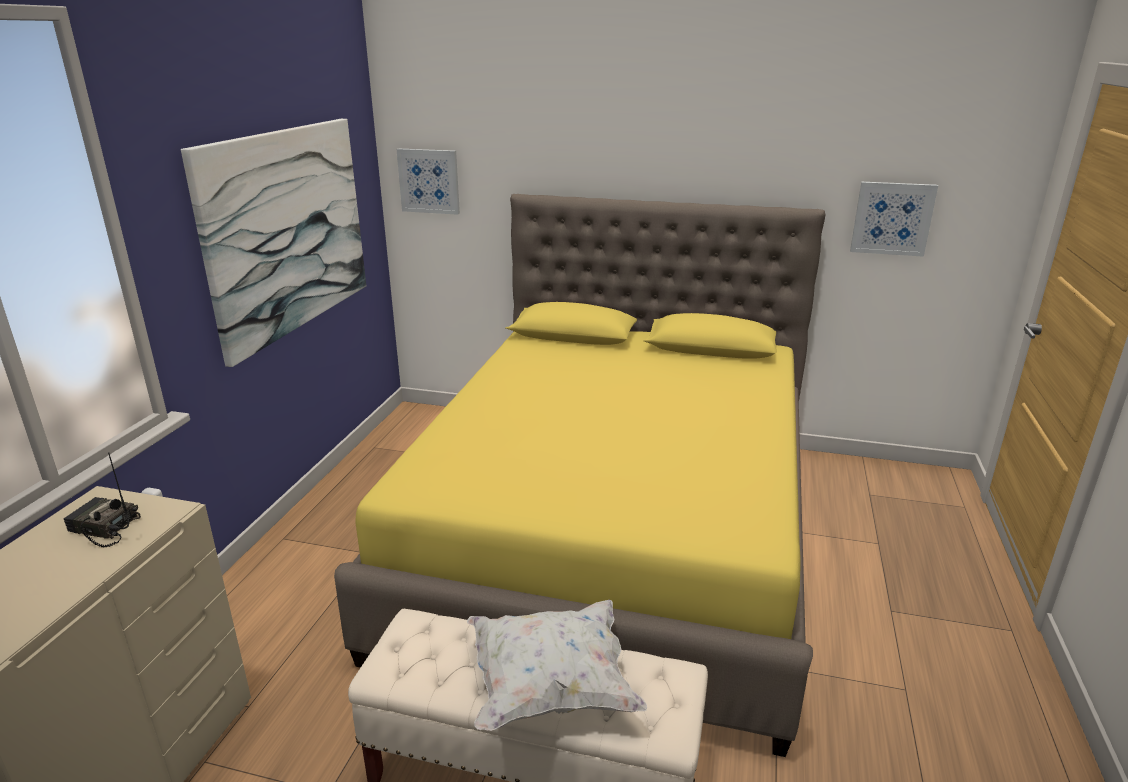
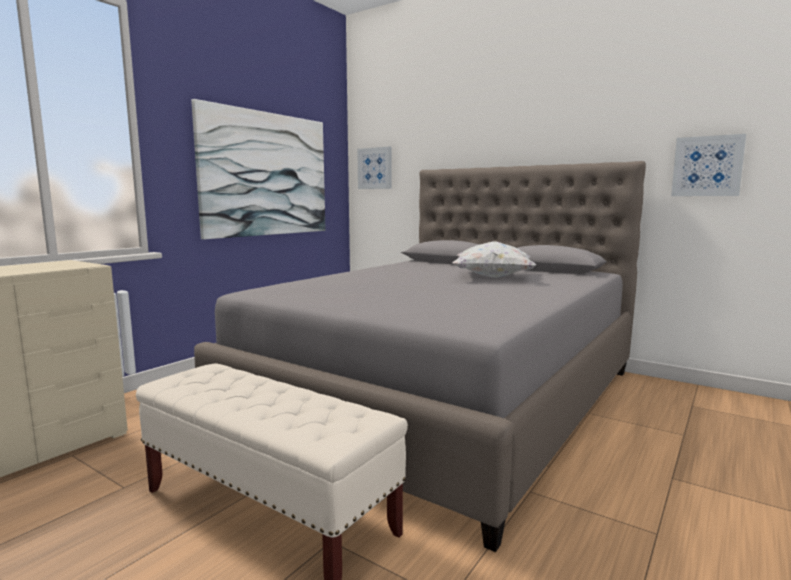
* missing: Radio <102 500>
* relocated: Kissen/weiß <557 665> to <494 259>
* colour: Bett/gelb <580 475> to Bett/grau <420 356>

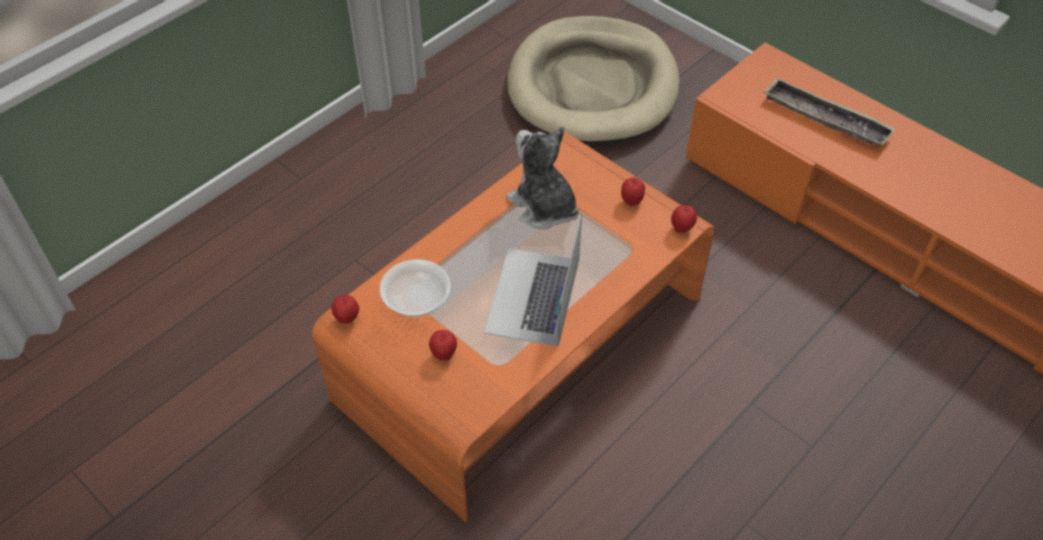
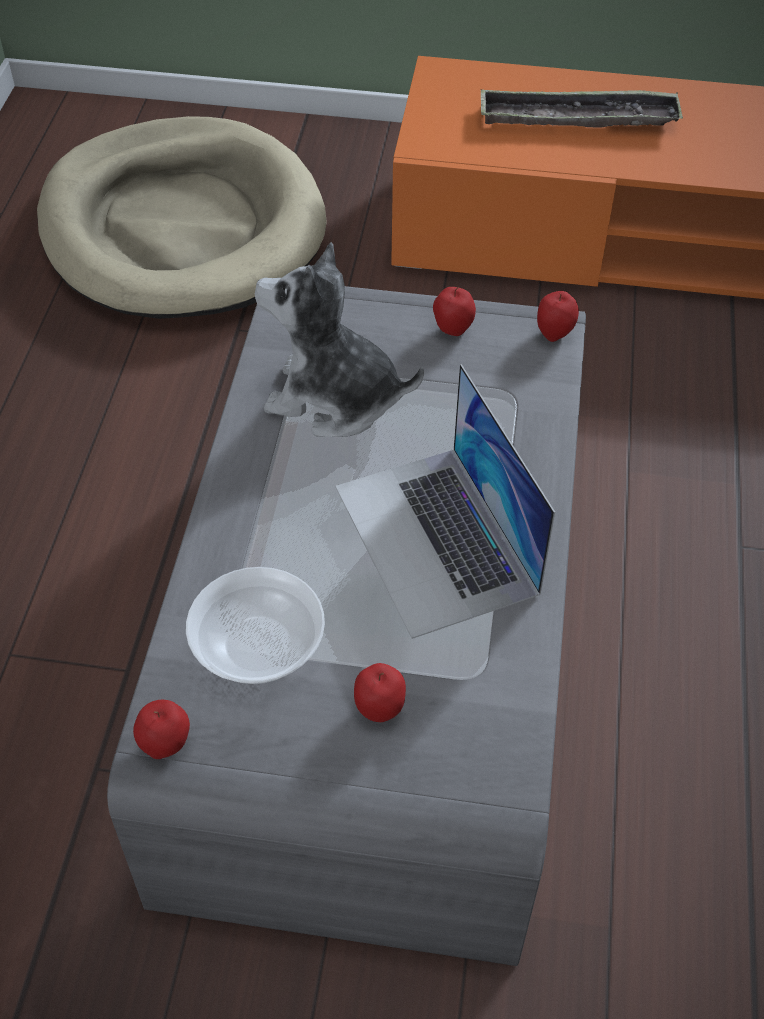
* colour: Couchtisch/orange <513 327> to Couchtisch/grau <346 626>

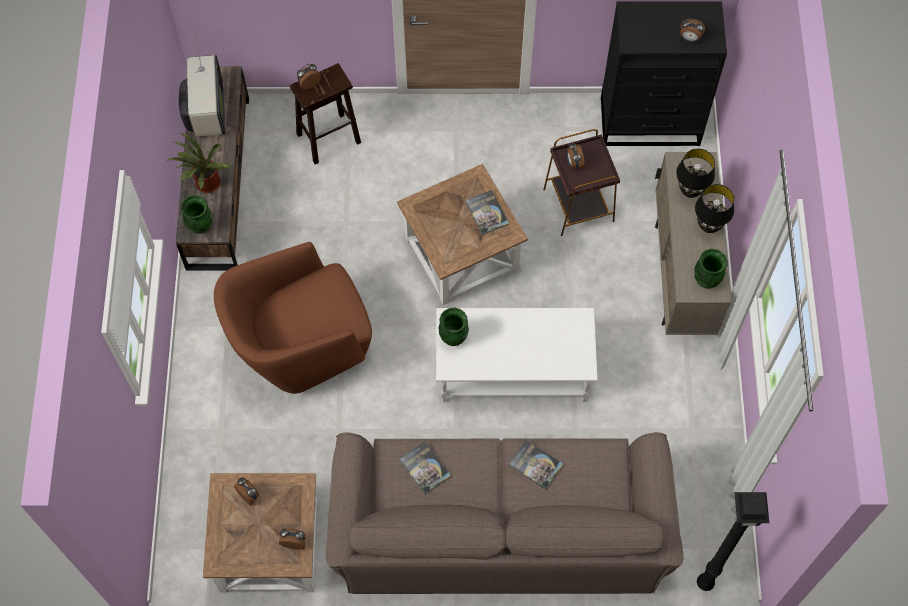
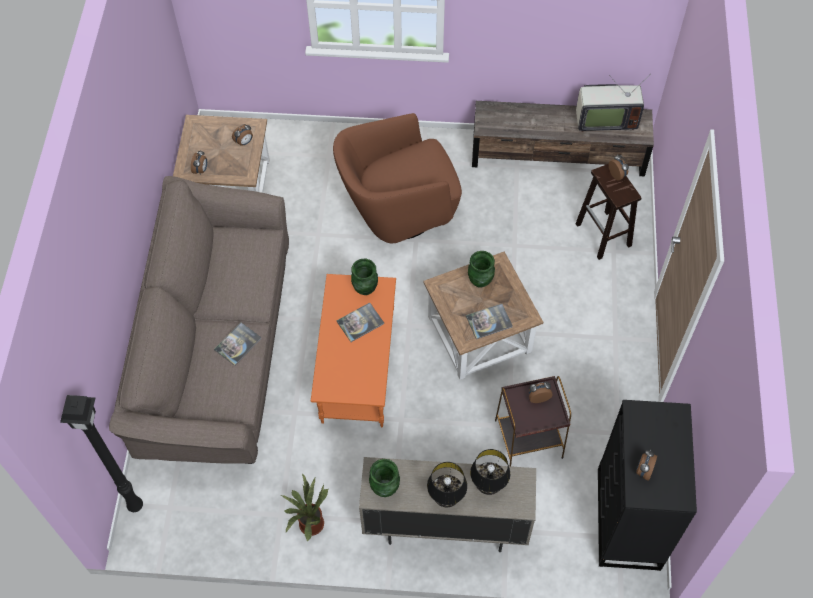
* relocated: Topfpflanze <199 163> to <304 507>
* relocated: Vase/grün <196 214> to <481 269>
* relocated: Buch <425 467> to <360 322>
* colour: Couchtisch/weiß <517 355> to Couchtisch/orange <353 350>
* spun: Sessel/braun <293 318> = <397 178> 90 degrees counterclockwise

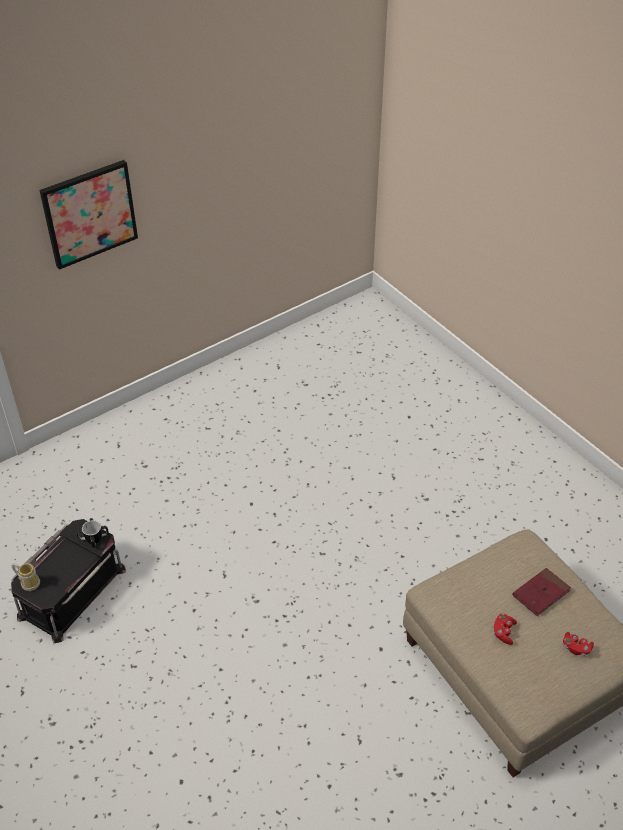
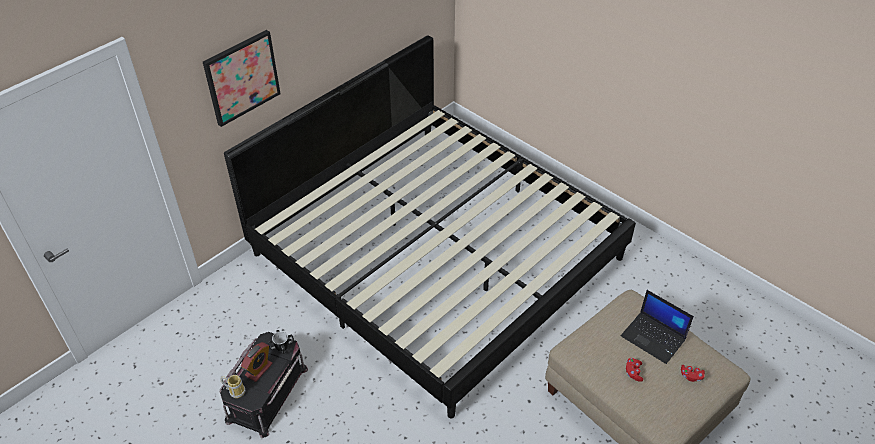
* appeared: Bett <430 226>
* appeared: Wecker <256 362>
* exchanged: Buch/rot <541 592> to Laptop <657 327>

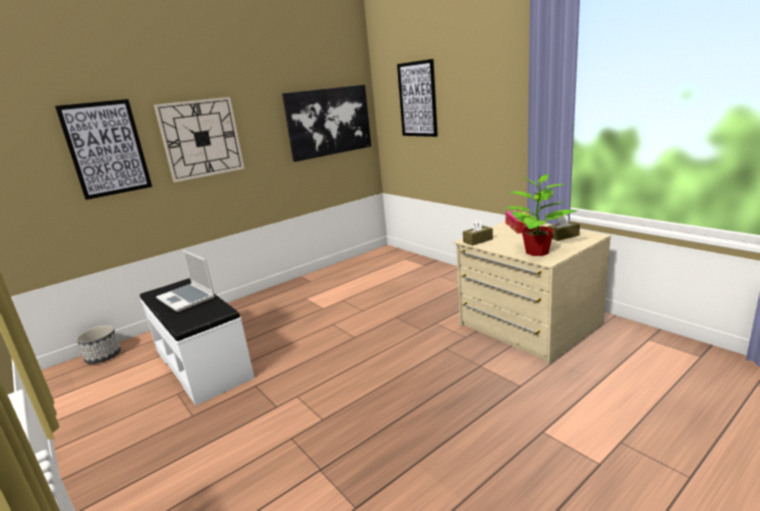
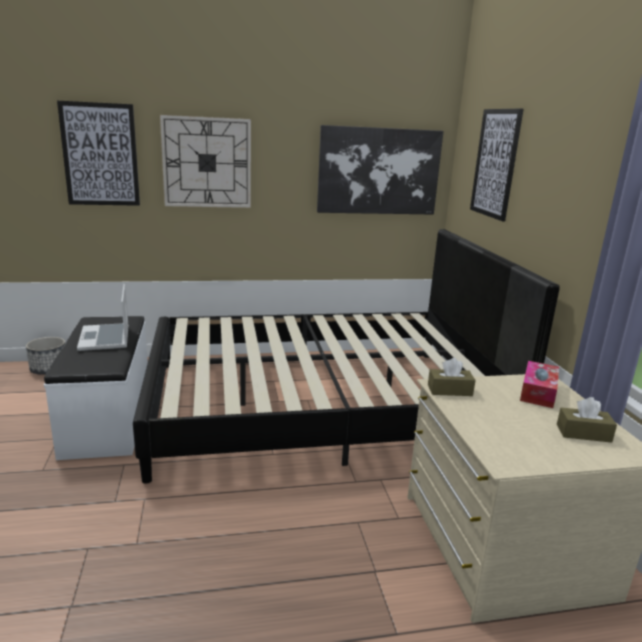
* missing: Topfpflanze <541 215>
* appeared: Bett/schwarz <346 356>

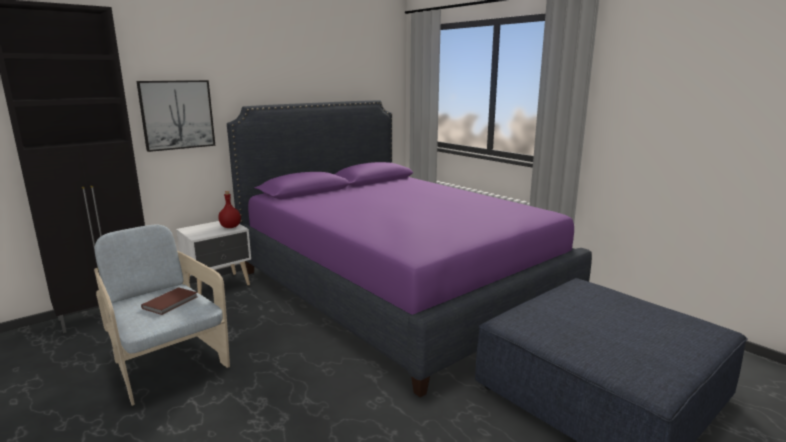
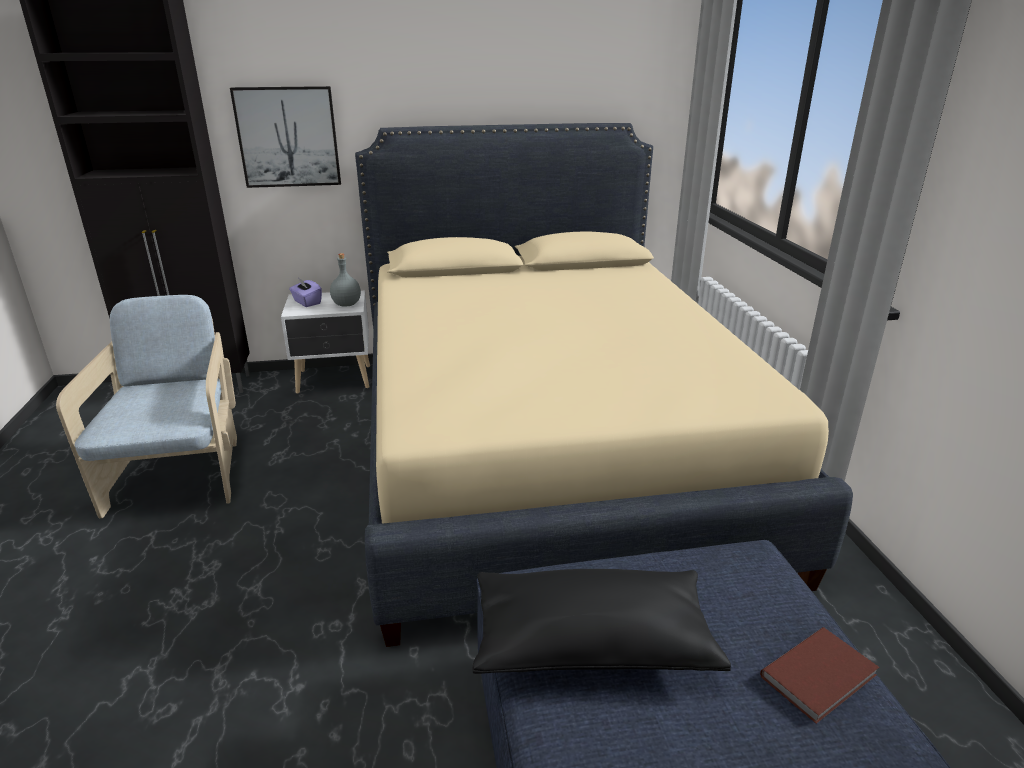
* appeared: Taschentuchbox/lila <305 292>
* appeared: Kissen/schwarz <601 621>
* relocated: Buch/braun <169 301> to <819 675>
* colour: Flasche/rot <229 209> to Flasche/grau <345 279>
* colour: Bett/lila <409 248> to Bett/beige <604 385>

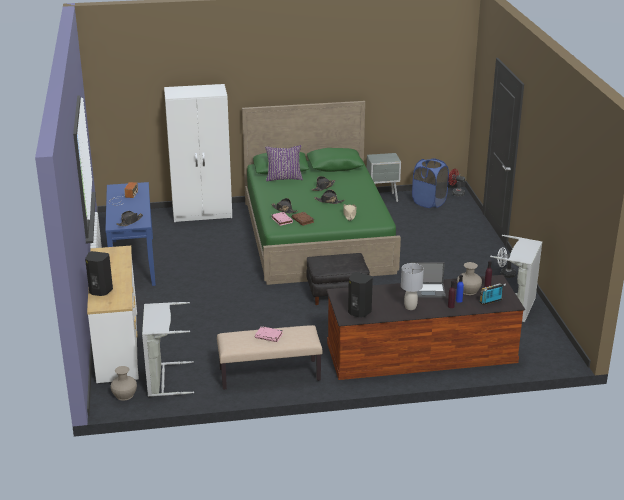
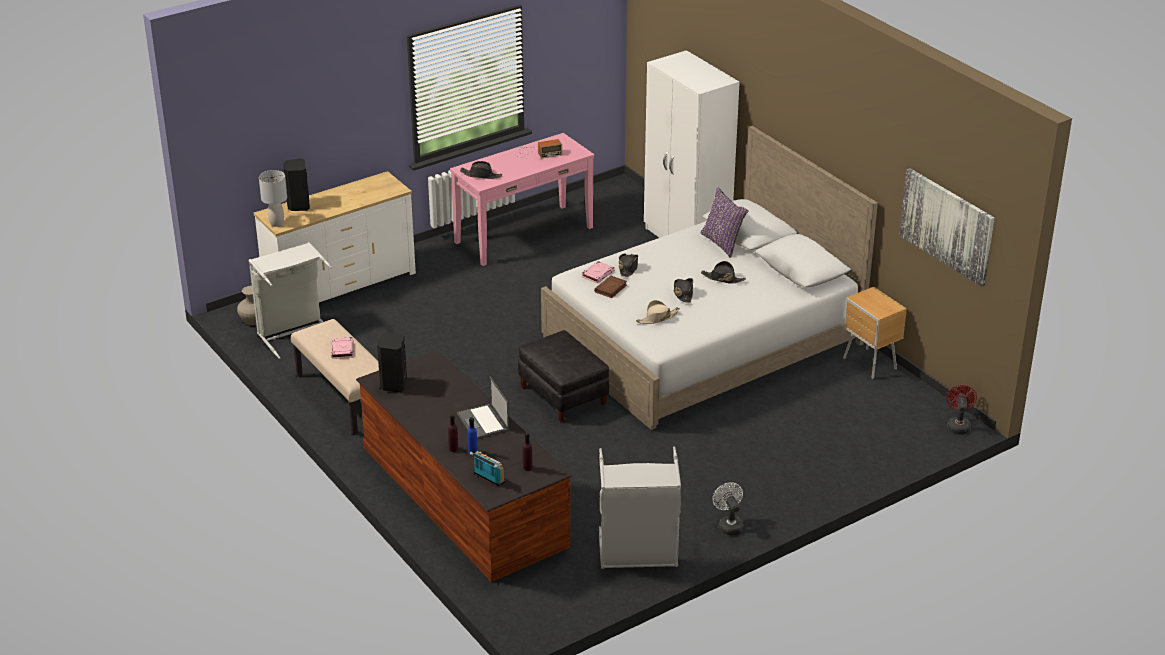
* missing: Wäschekorb/blau <430 183>
* missing: Vase/beige <469 278>
* appeared: Bild <947 227>
* relocated: Tischlampe/grau <412 286> to <273 198>
* colour: Konsolentisch/blau <130 234> to Konsolentisch/rosa <522 199>
* colour: Bett/grün <321 193> to Bett/weiß <709 278>
* colour: Nachttisch/grau <384 177> to Nachttisch/braun <875 333>

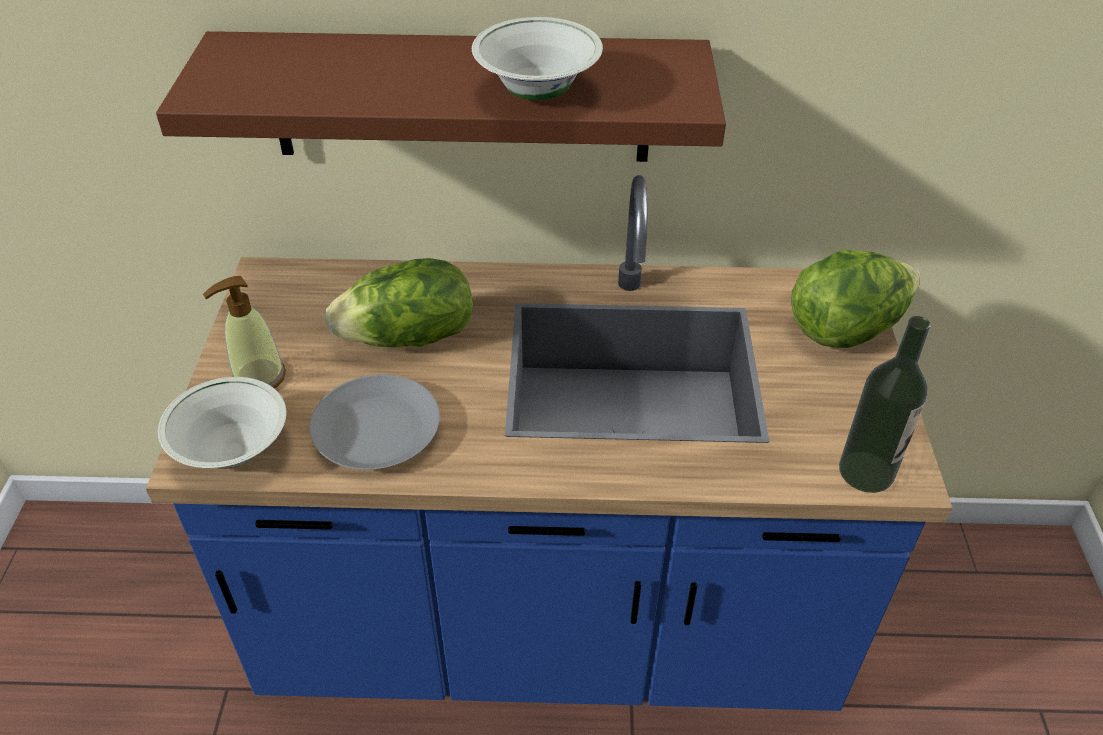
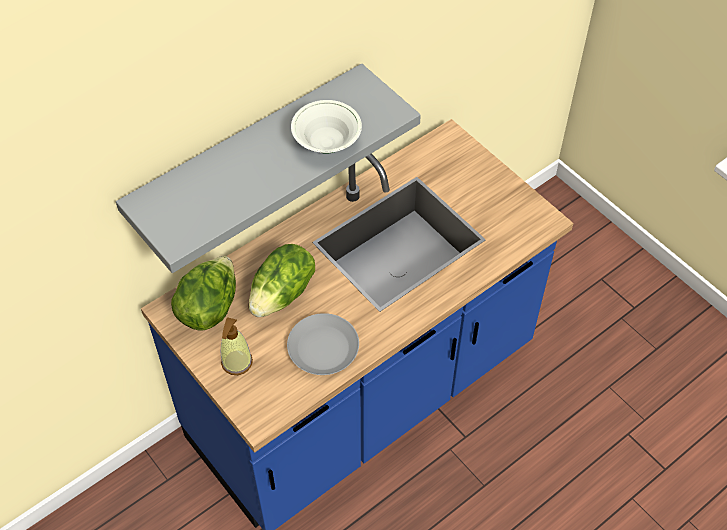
* missing: Schüssel/weiß <222 423>
* missing: Flasche <885 404>
* relocated: Salatkopf <855 299> to <203 293>
* colour: Wandregal/braun <441 96> to Wandregal/grau <268 168>

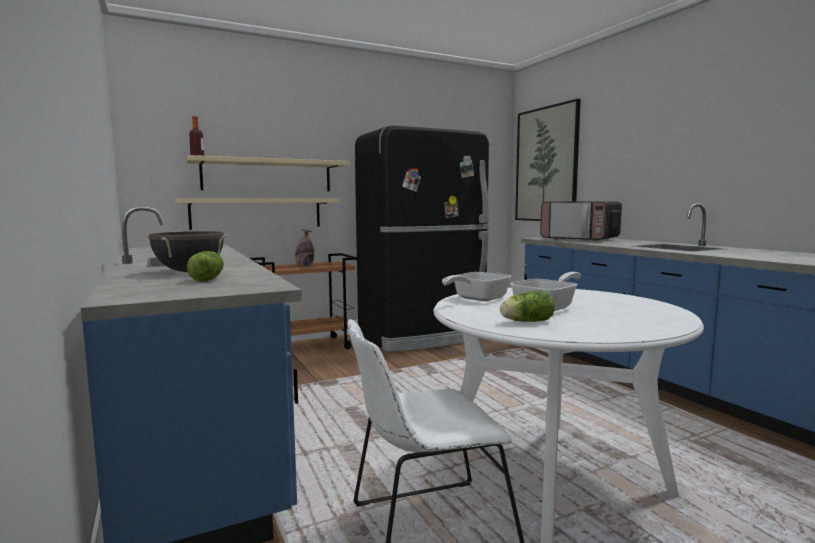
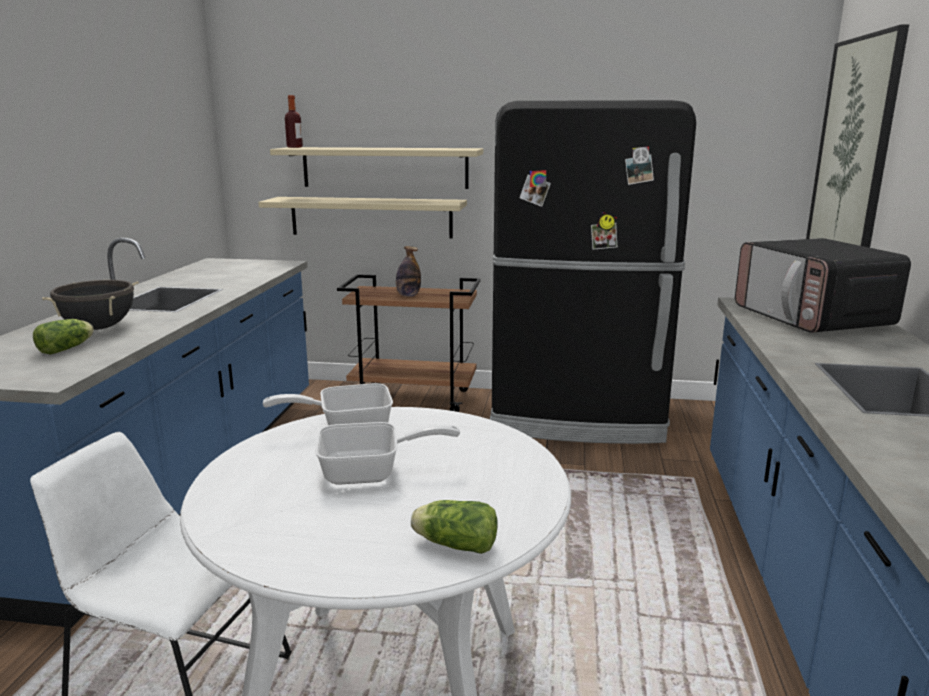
* relocated: Salatkopf <527 306> to <454 527>

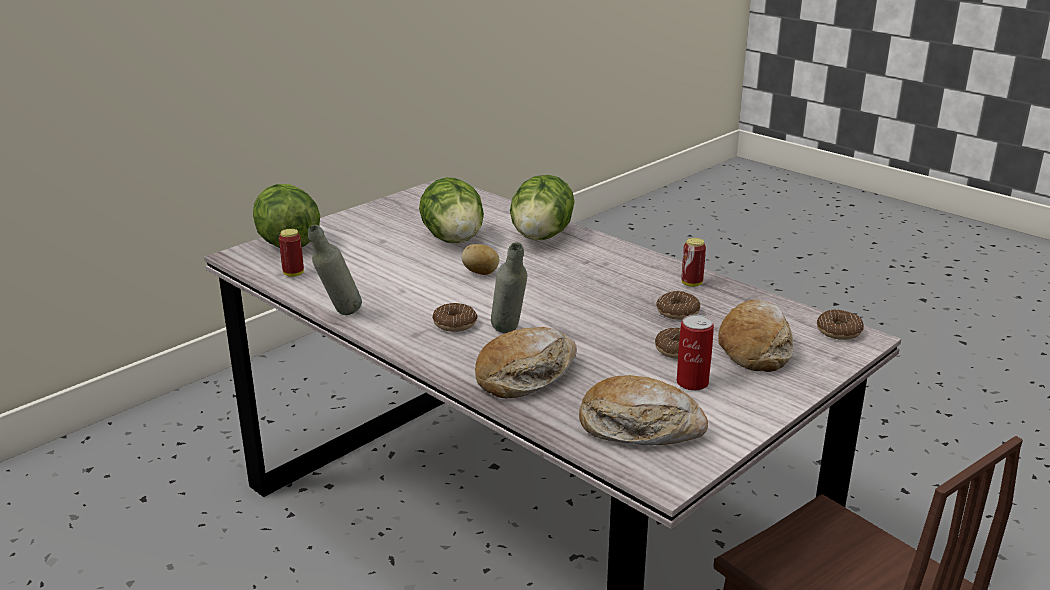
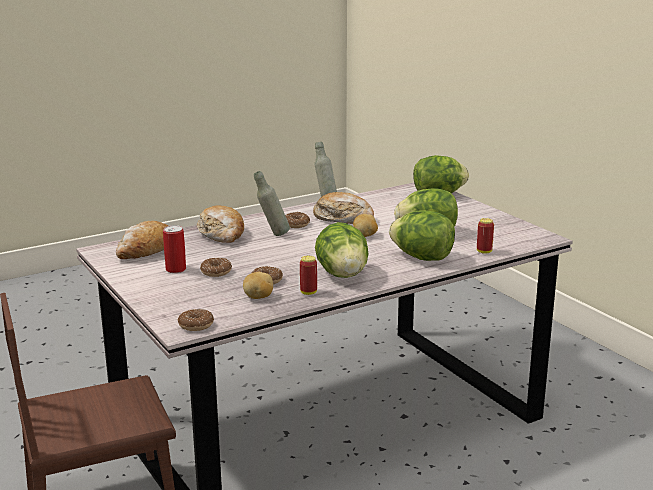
* appeared: Kartoffel <258 285>
* appeared: Salatkopf <341 250>
* relocated: Dose <291 253> to <485 236>
* relocated: Brot <756 335> to <343 208>

